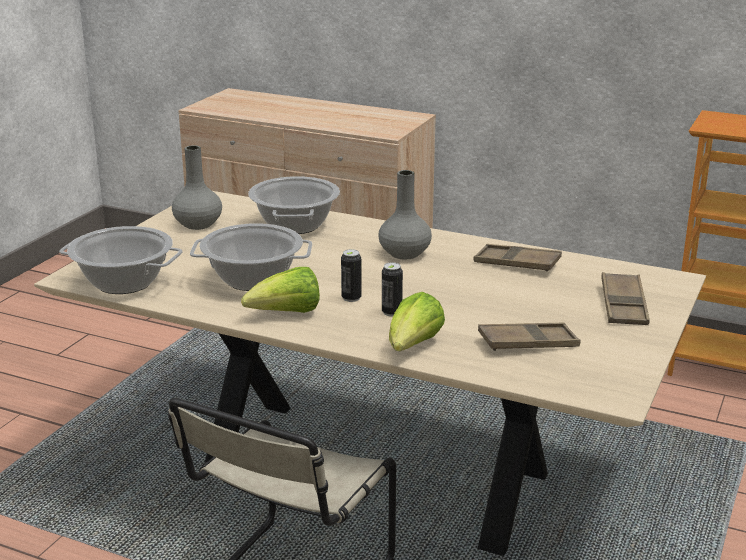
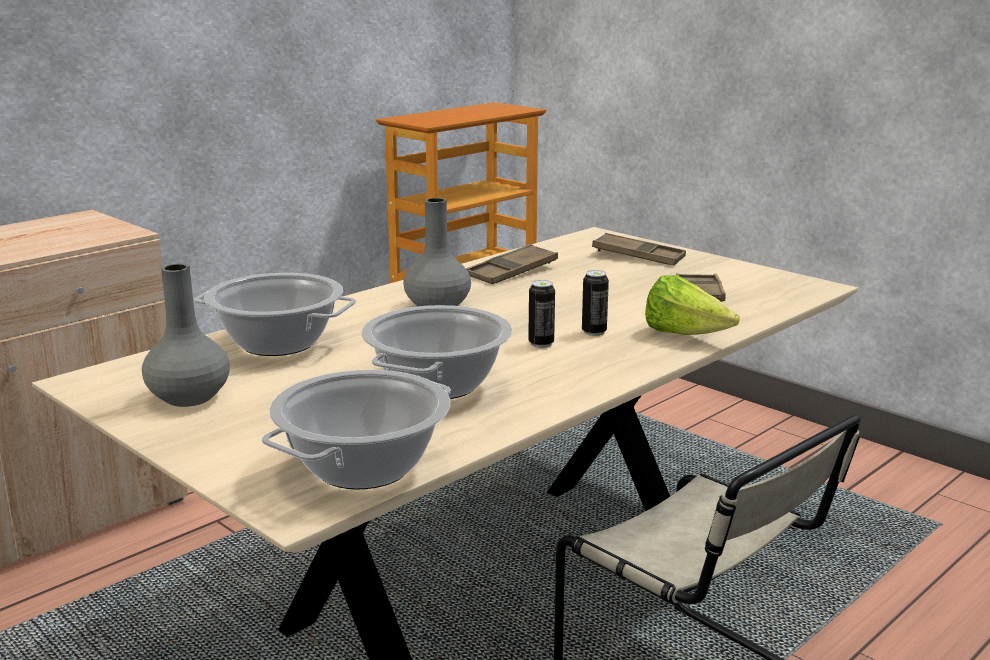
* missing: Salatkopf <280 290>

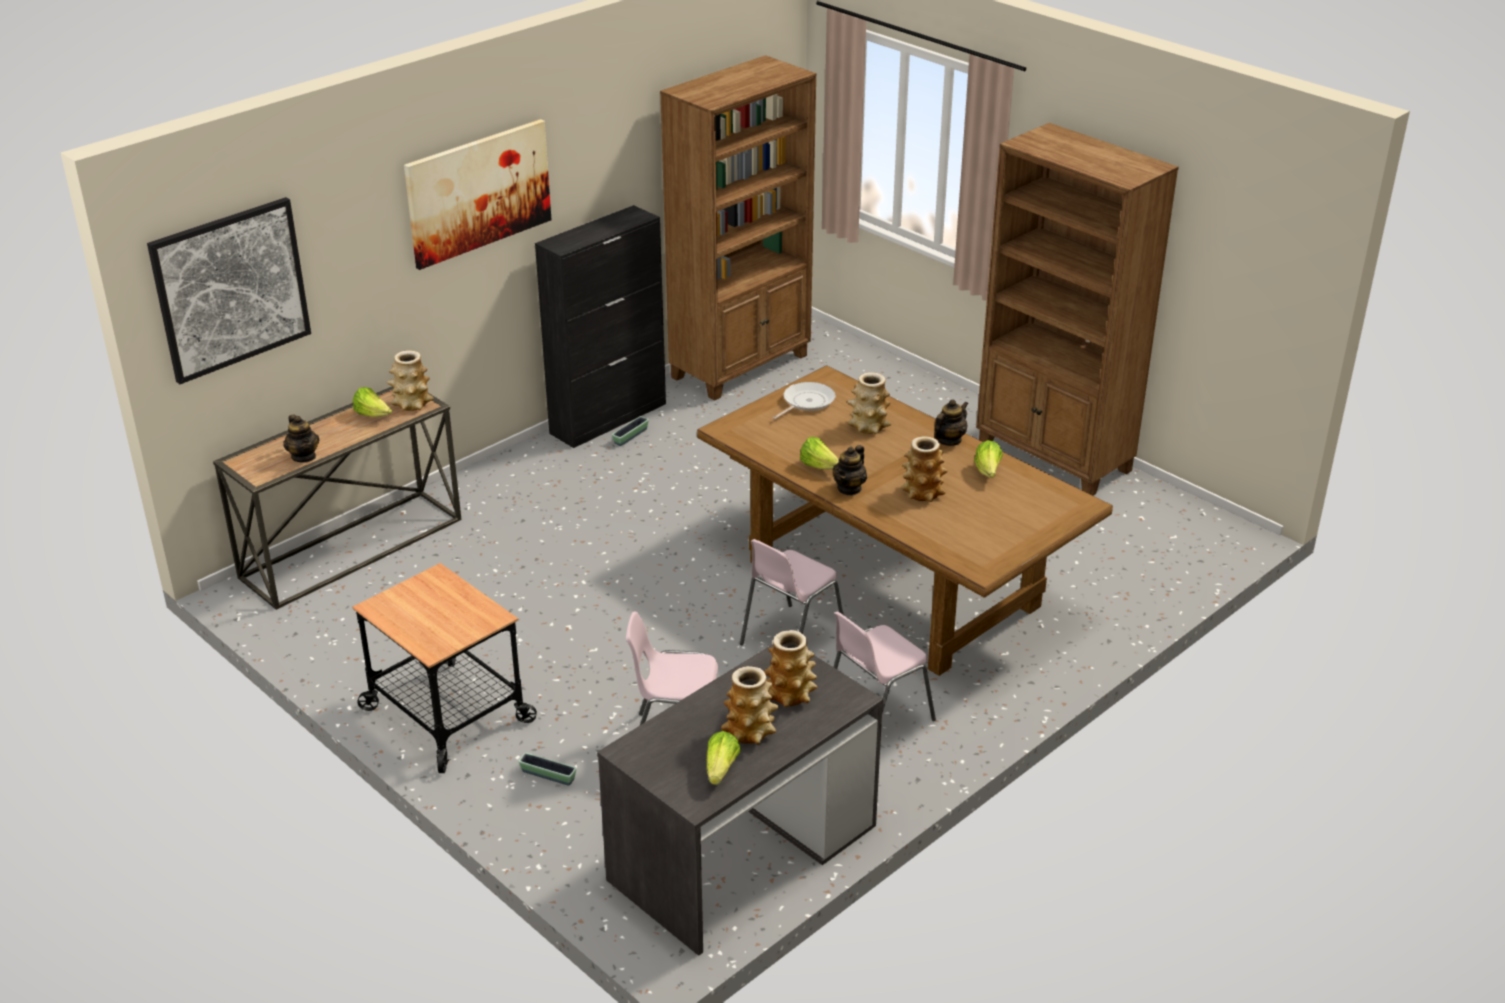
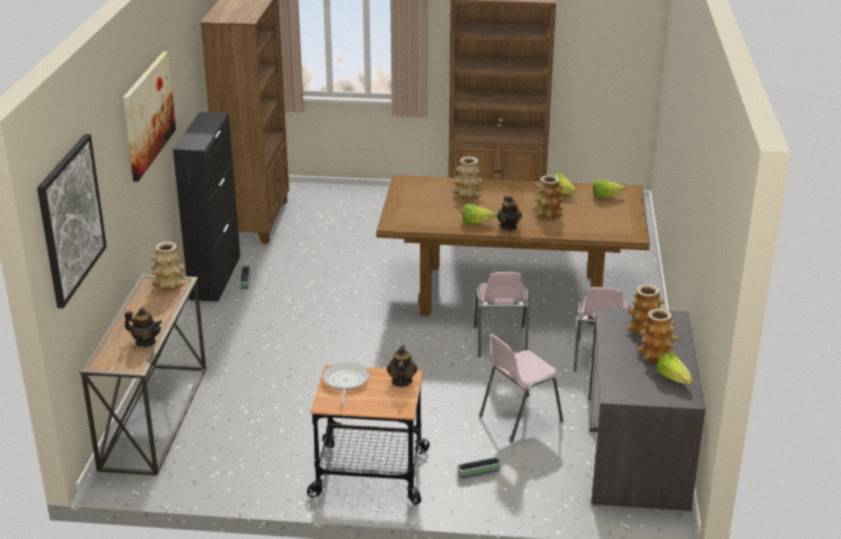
* relocated: Salatkopf <372 402> to <609 189>
* relocated: Pfanne <804 400> to <346 384>
* relocated: Teekanne <951 422> to <402 366>

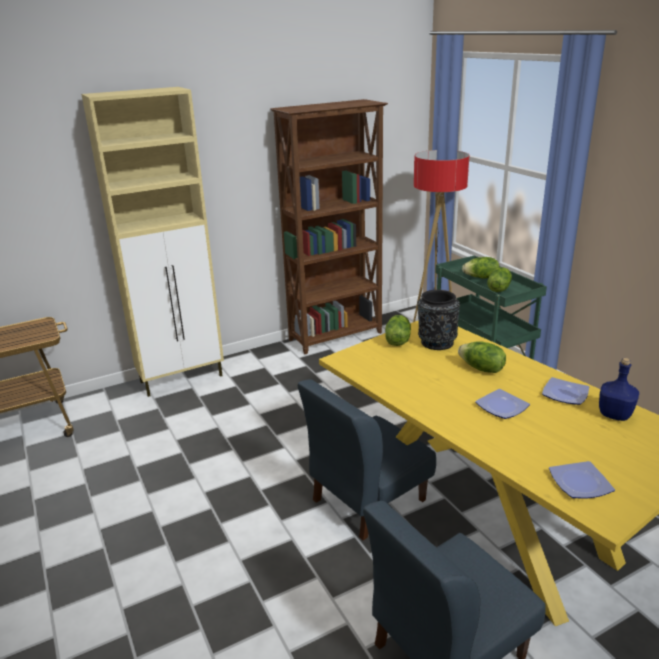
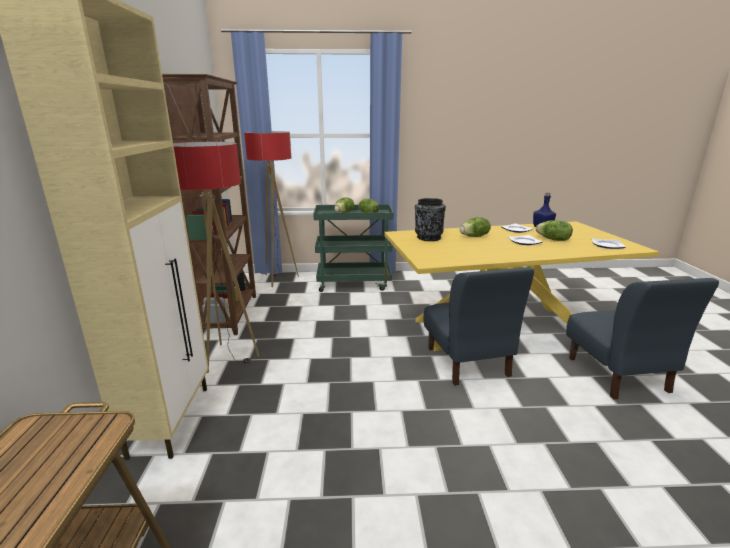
* appeared: Stehlampe <216 257>
* relocated: Salatkopf <398 330> to <554 230>

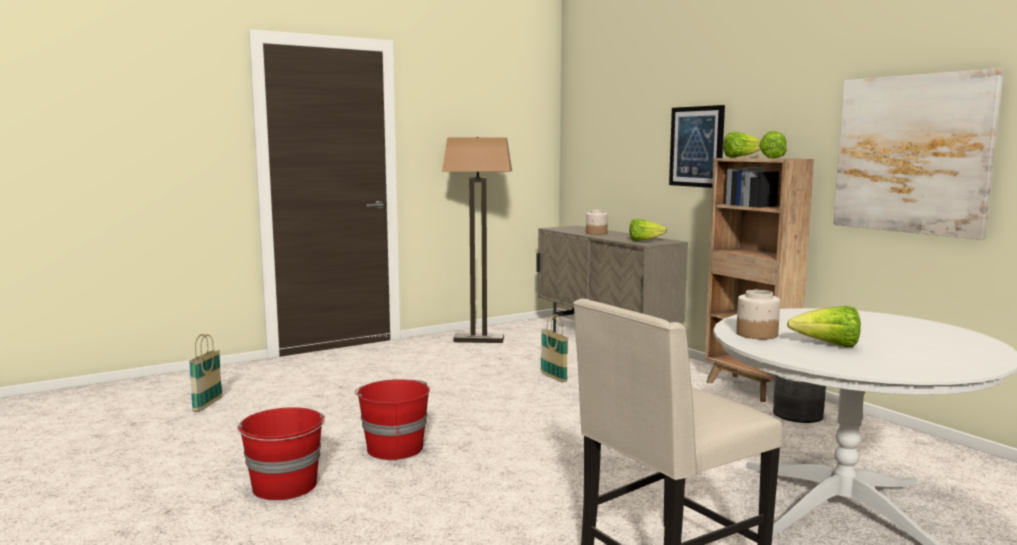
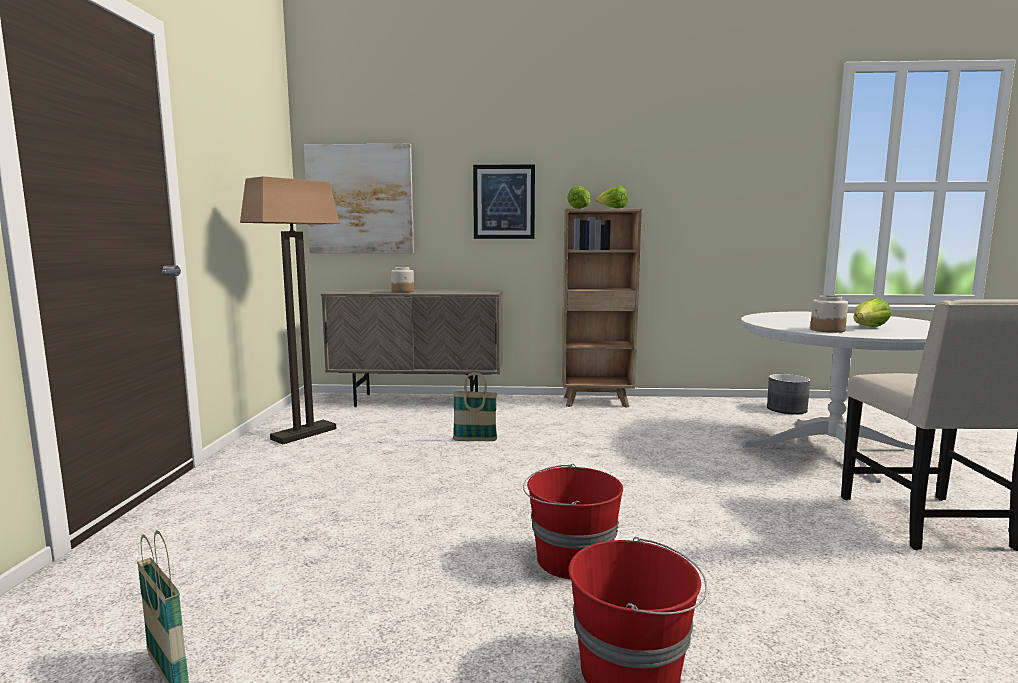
* missing: Salatkopf <648 230>
* relocated: Pflanzkübel/grau <799 399> to <788 394>
* relocated: Bild <918 154> to <359 198>

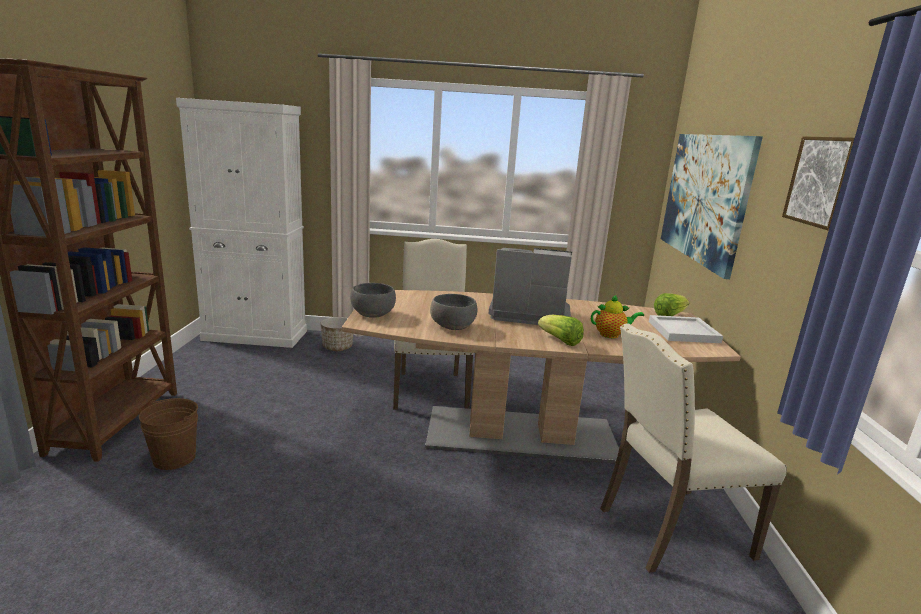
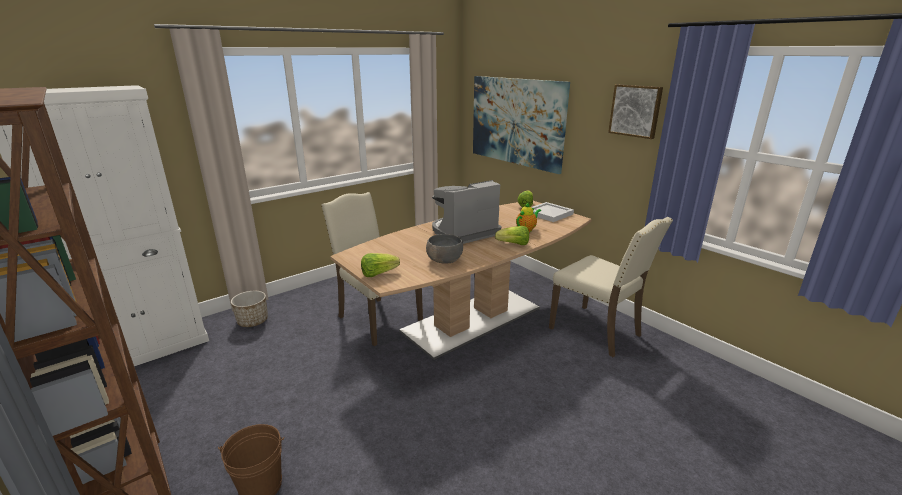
* exchanged: Schüssel/grau <373 300> to Salatkopf <380 265>
* spun: Stuhl/beige <693 448> = <611 287> 75 degrees counterclockwise

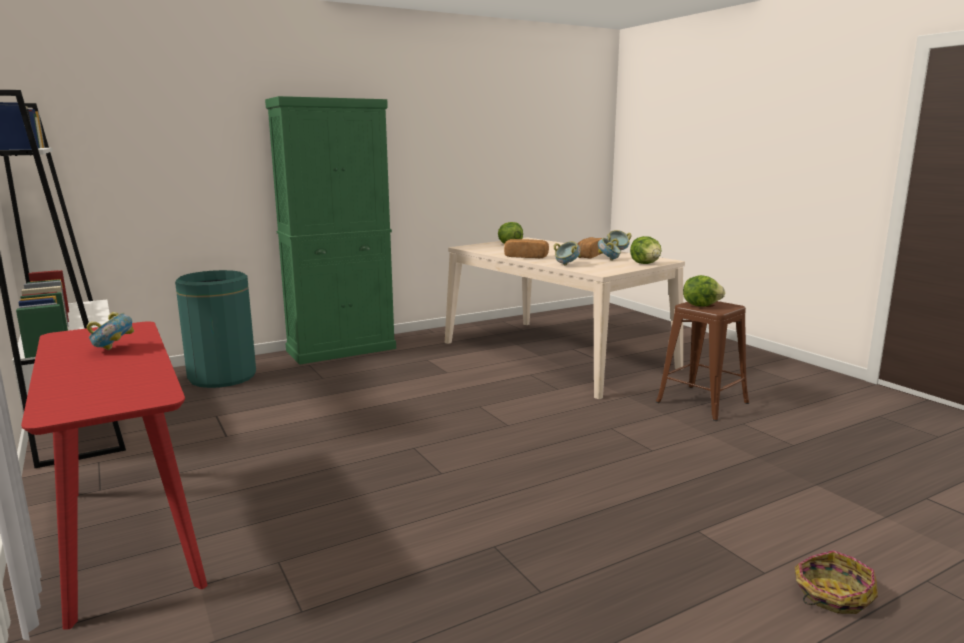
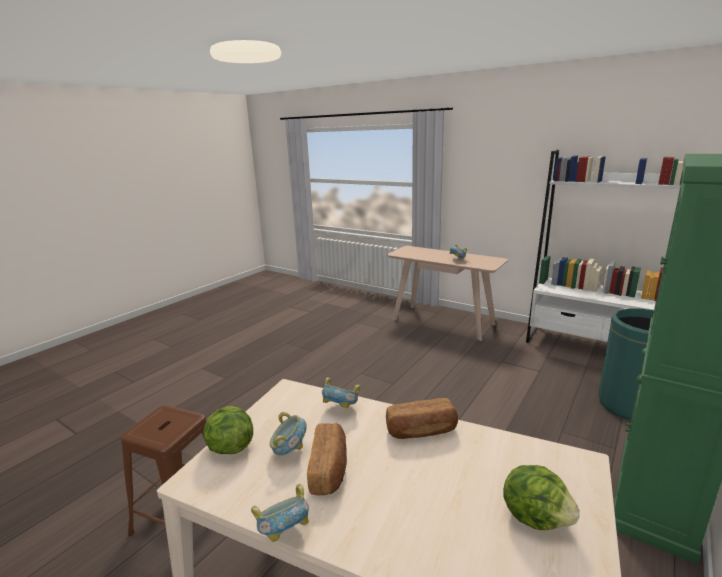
* missing: Salatkopf <704 291>
* missing: Korb <836 582>
* colour: Konsolentisch/rot <114 475> to Konsolentisch/beige <447 293>

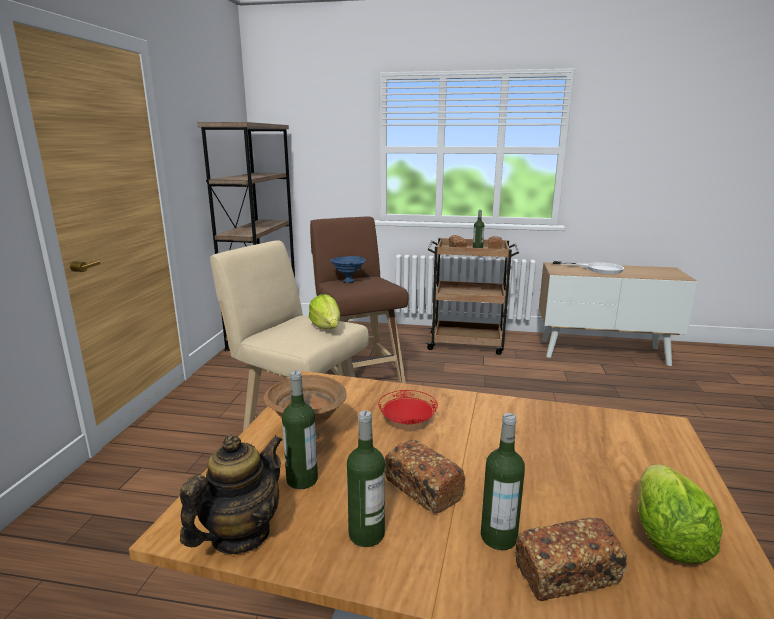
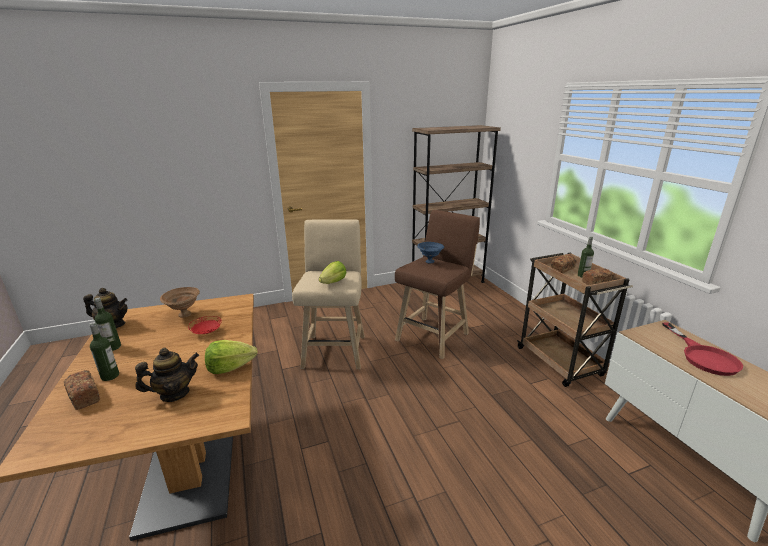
* missing: Flasche <300 430>
* missing: Brot <425 477>
* appeared: Teekanne <167 375>
* relocated: Salatkopf <680 514> to <231 357>
* colour: Pfanne/weiß <588 267> to Pfanne/rot <702 349>

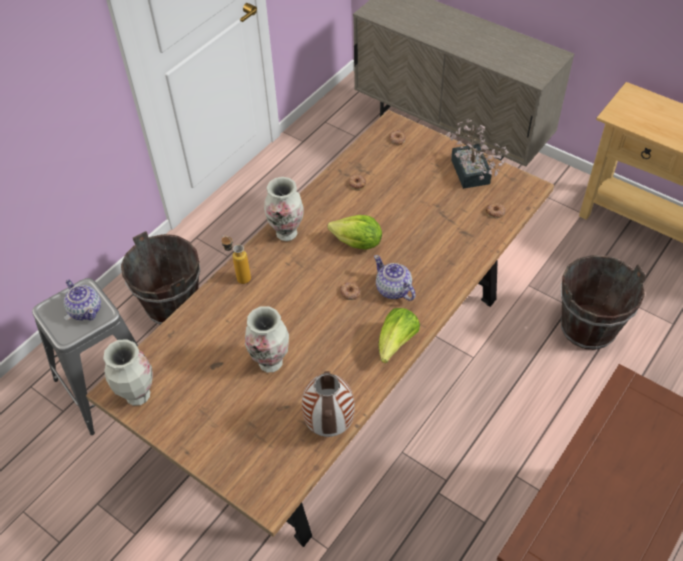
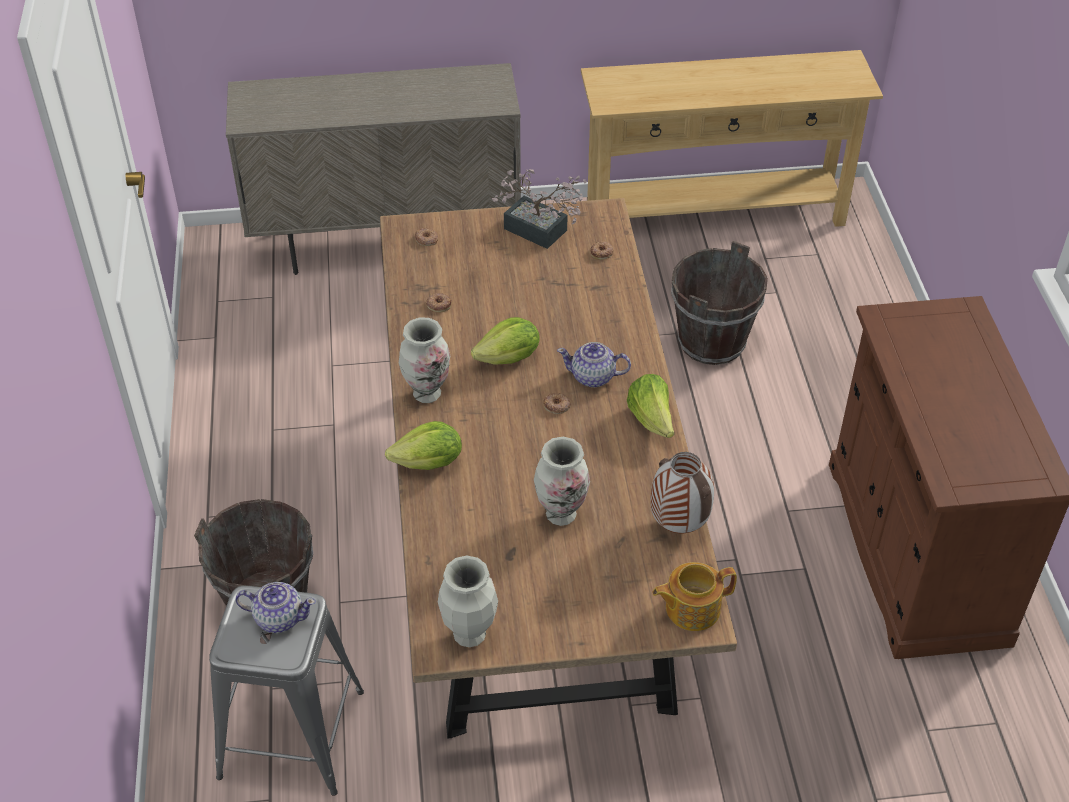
* appeared: Teekanne <694 596>
* exchanged: Flasche <236 259> to Salatkopf <423 445>

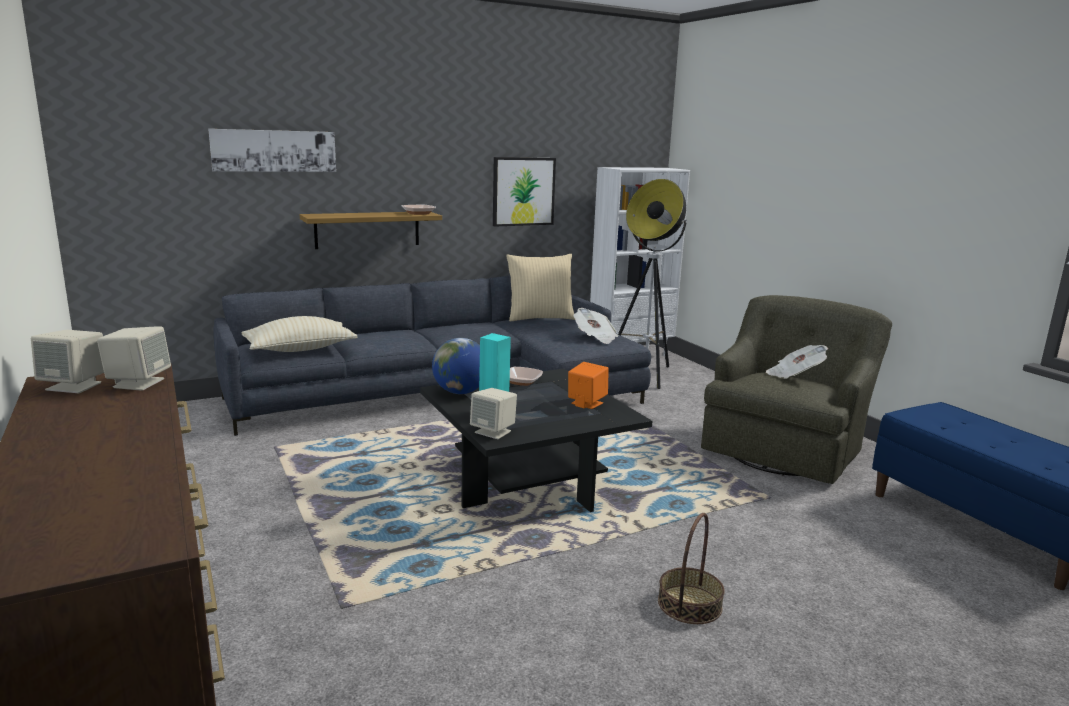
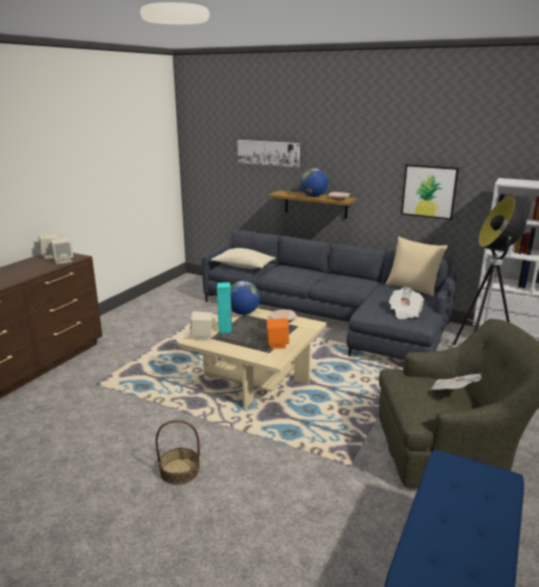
* appeared: Globus <314 182>
* colour: Couchtisch/schwarz <536 440> to Couchtisch/beige <252 358>

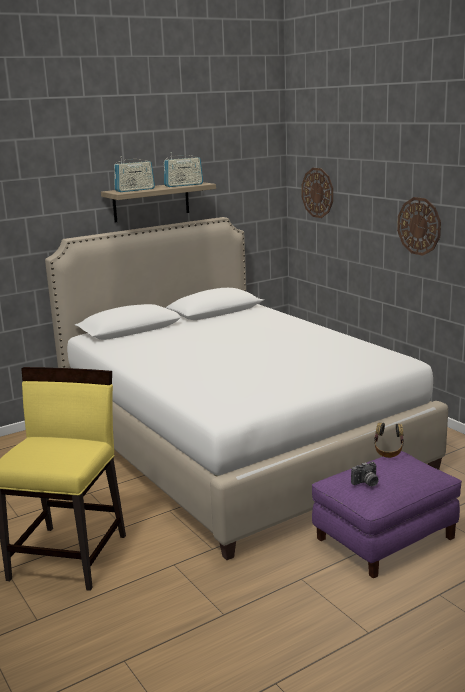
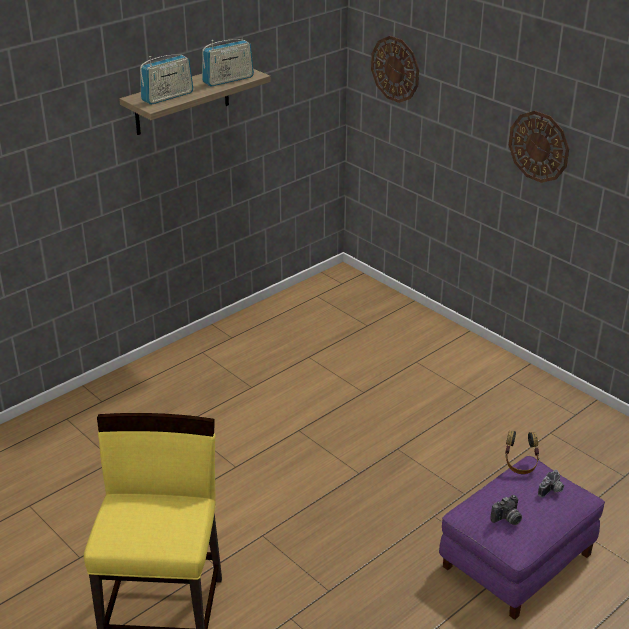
* missing: Bett/weiß <246 388>
* appeared: Kamera <551 484>

